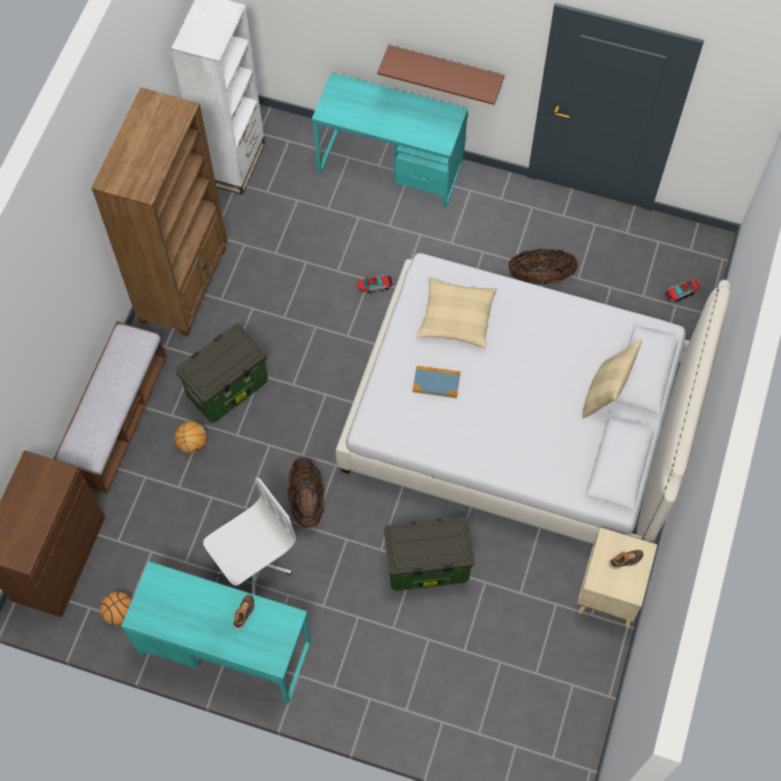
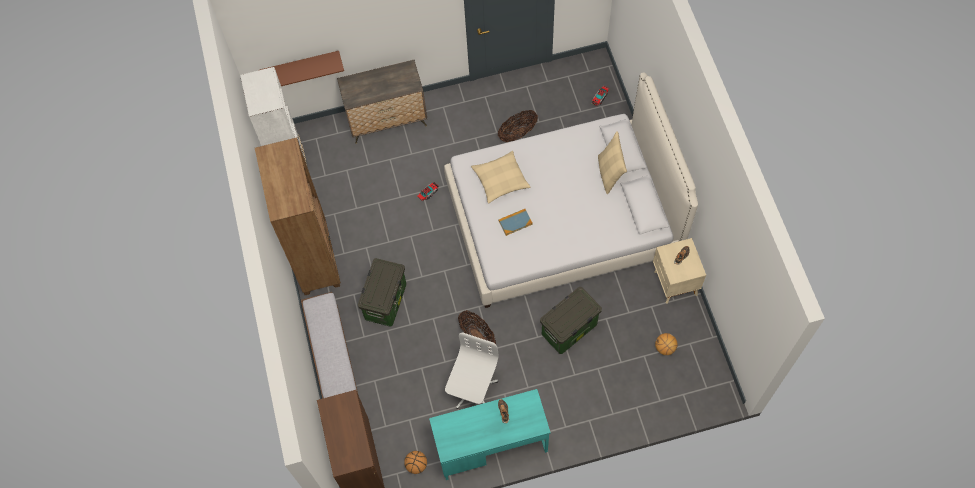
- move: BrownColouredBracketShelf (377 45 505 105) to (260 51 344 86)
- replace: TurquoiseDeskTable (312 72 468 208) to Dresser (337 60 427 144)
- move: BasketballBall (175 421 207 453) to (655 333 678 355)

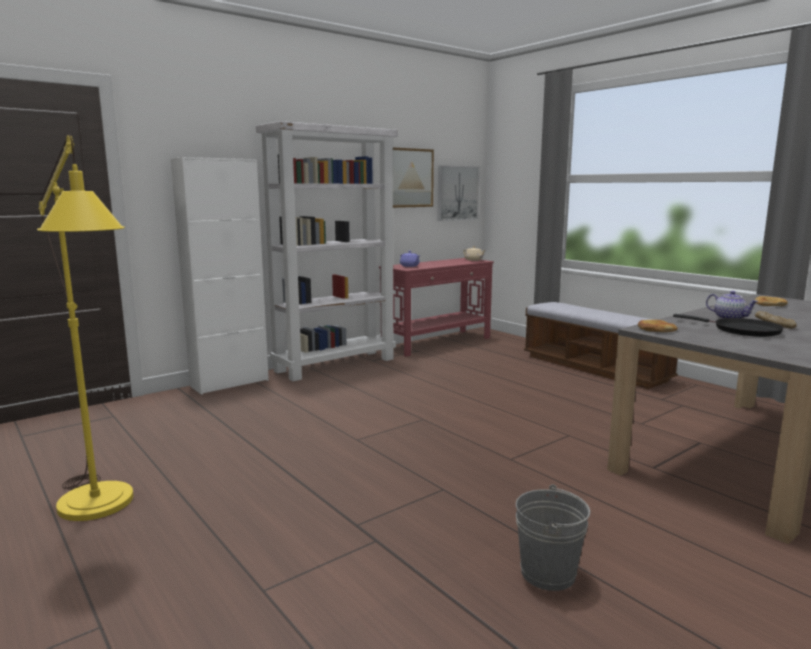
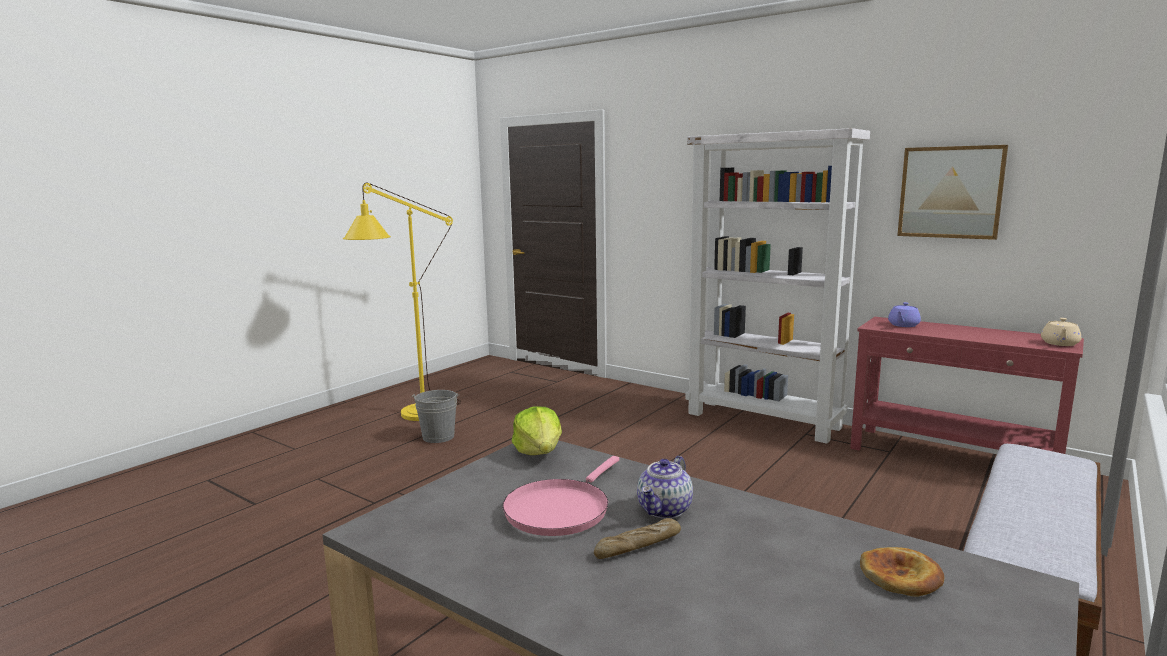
- move: GreyPail (516 485 590 591) to (411 390 459 443)
- recolor: BlackFryingPan (673 314 784 337) to PinkFryingPan (503 456 619 536)
- replace: Bread (638 320 678 332) to Lettuce (512 406 562 455)
- delete: WhitishCupboard (171 157 269 395)
- delete: WallPicture (438 165 480 221)

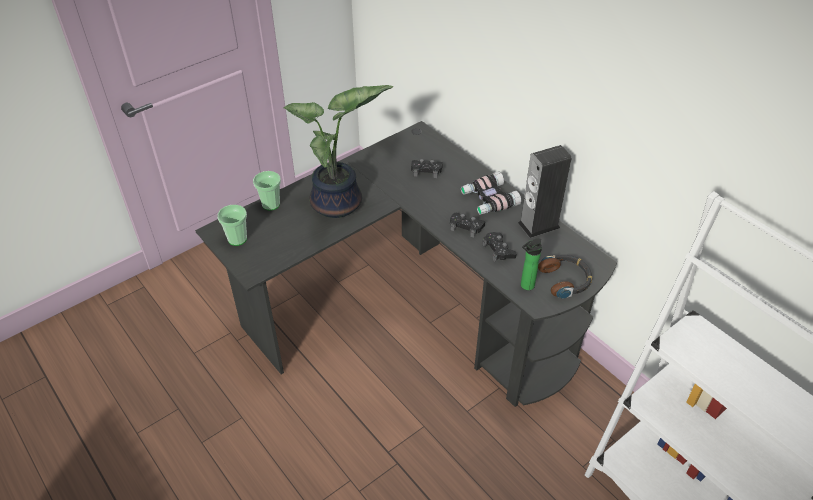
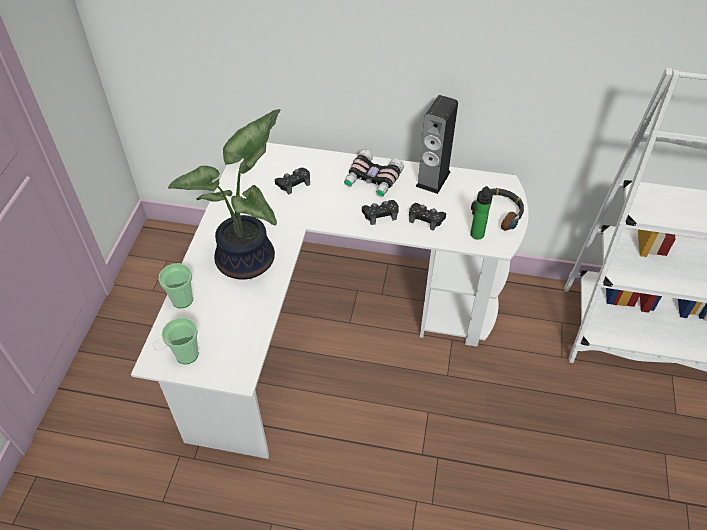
- recolor: BlackDeskTable (195 121 617 407) to WhitishDeskTable (131 142 529 459)

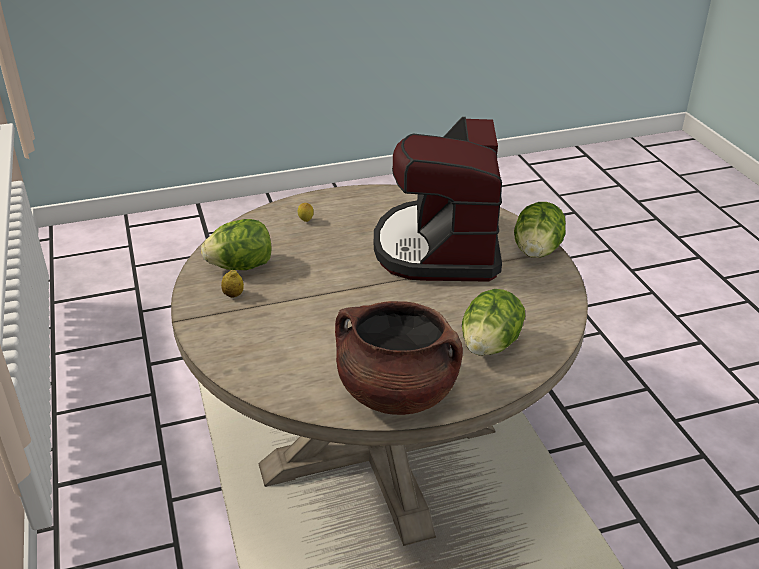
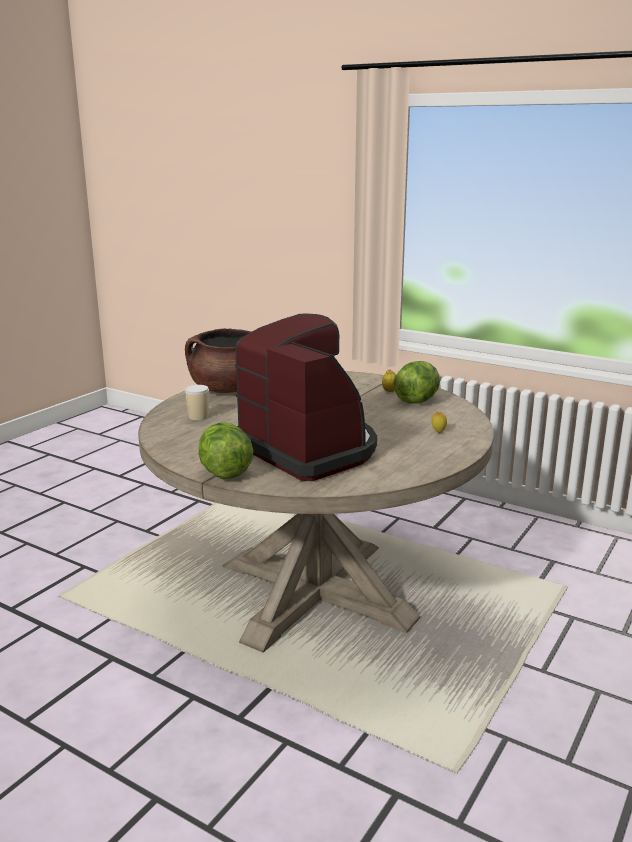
- replace: Lettuce (462 289 525 356) to DrinkingCup (185 385 209 420)

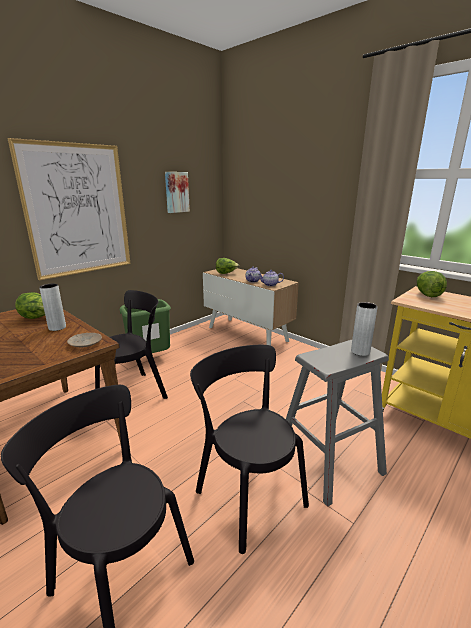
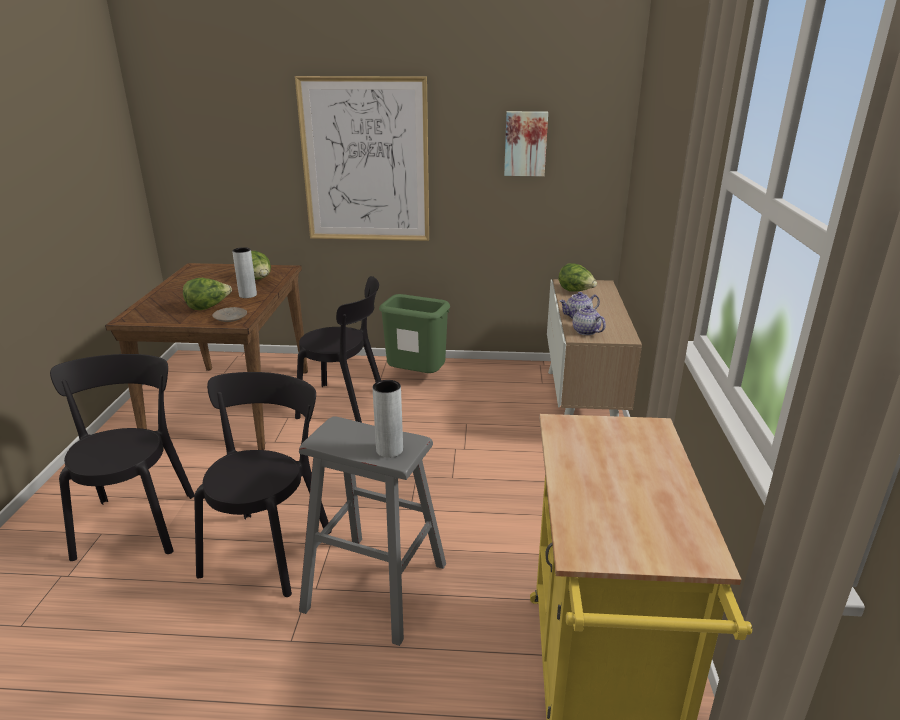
- move: Lettuce (417 271 447 297) to (183 278 232 310)

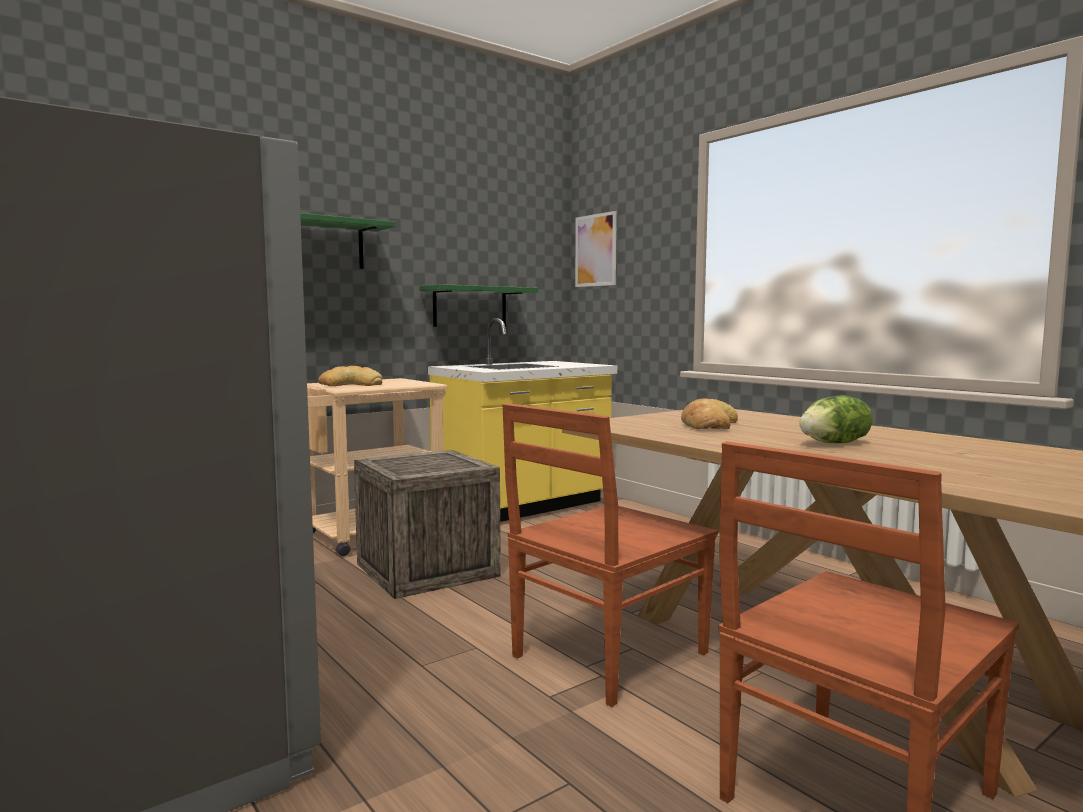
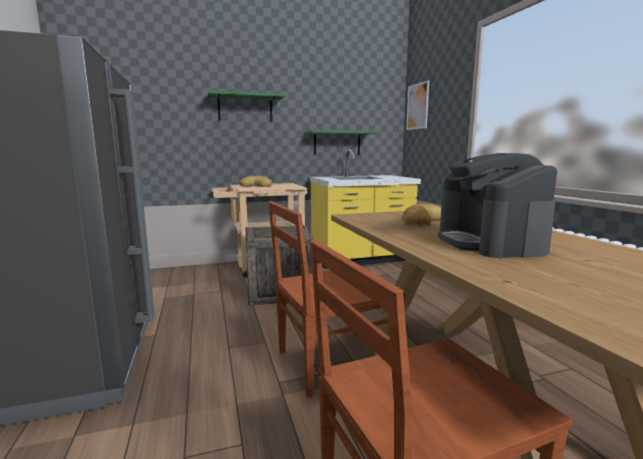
- replace: Lettuce (799 395 873 444) to CoffeeMaker (438 153 557 258)

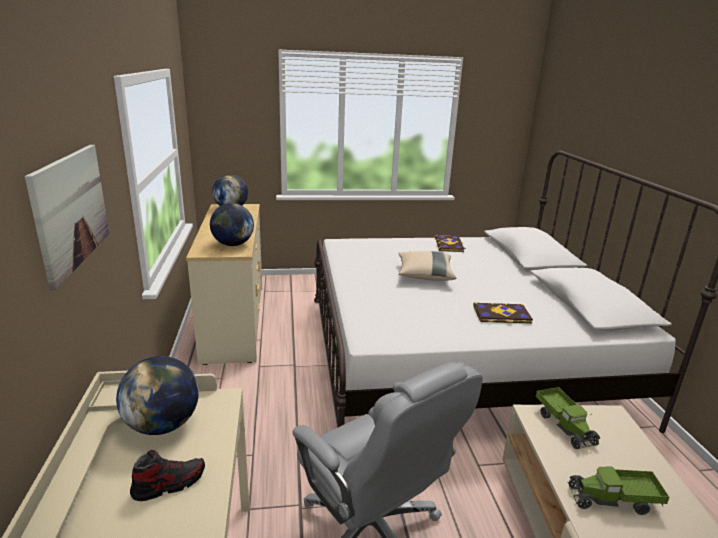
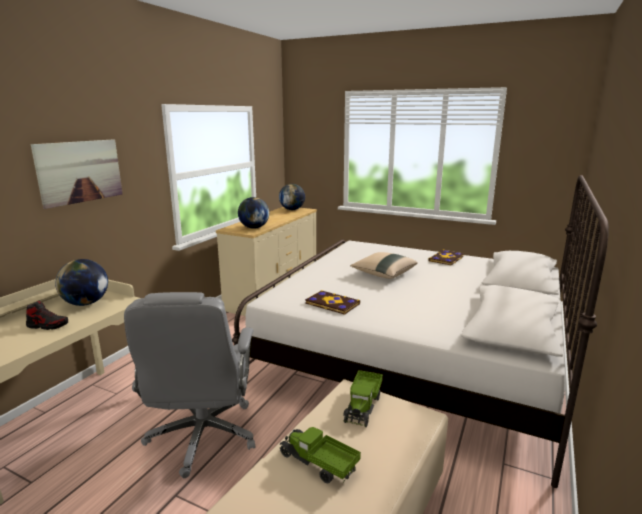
- move: BoundBook (473 302 533 324) to (305 290 360 315)

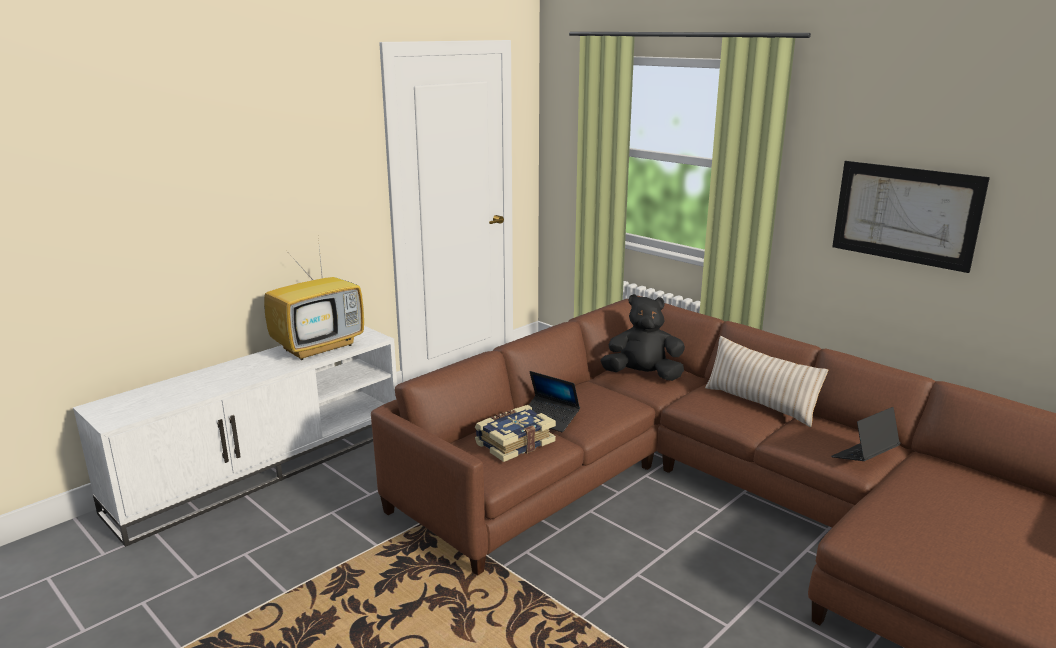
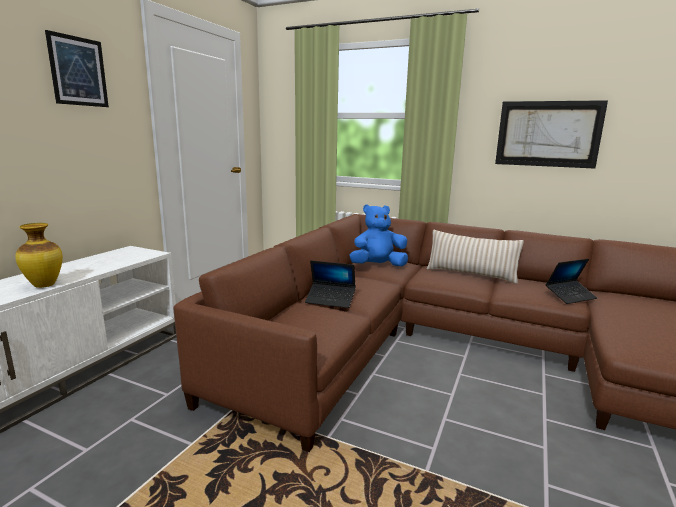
- insert: Vase (15 223 63 288)
- insert: WallPicture (45 30 109 107)
- recolor: BlackSoftToy (601 294 685 381) to BlueColouredSoftToy (349 204 408 266)
- rotate: PortableComputer (831 407 900 461) = (546 259 597 304) 150 degrees counterclockwise
- delete: Television (264 238 364 360)
- delete: BoundBook (475 405 556 462)

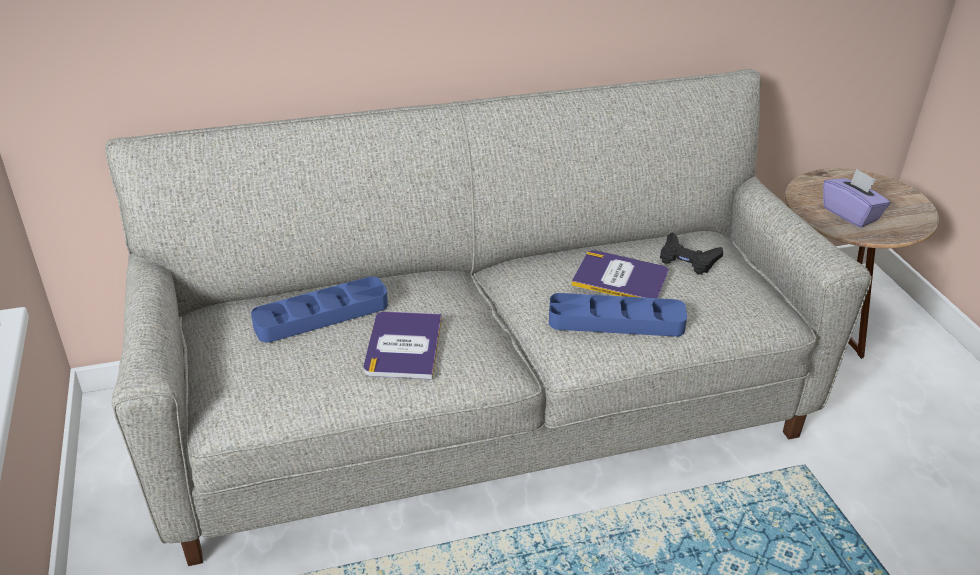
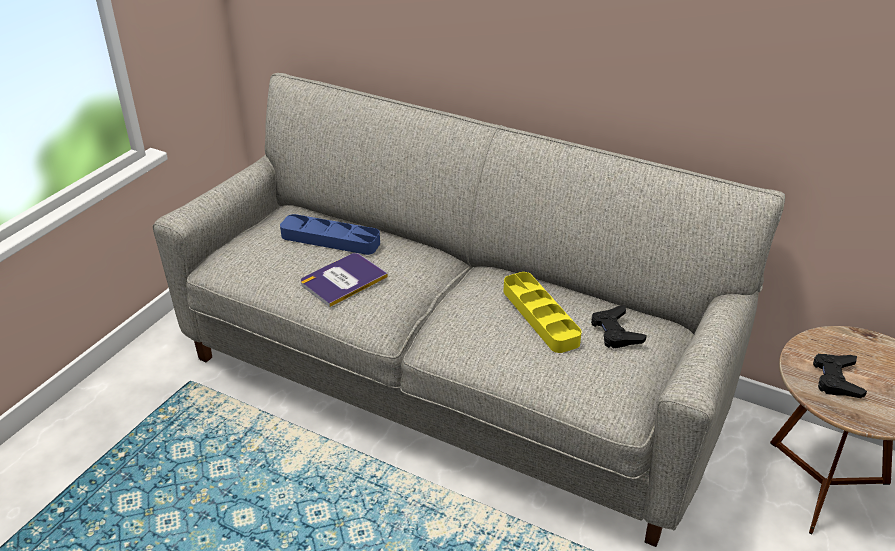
- replace: BoundBook (571 250 669 298) to YellowColouredTray (503 272 582 353)
- replace: PurpleColouredTissueHolder (823 169 890 228) to BlackGameController (813 354 867 398)
- delete: BlueColouredTray (549 293 687 337)

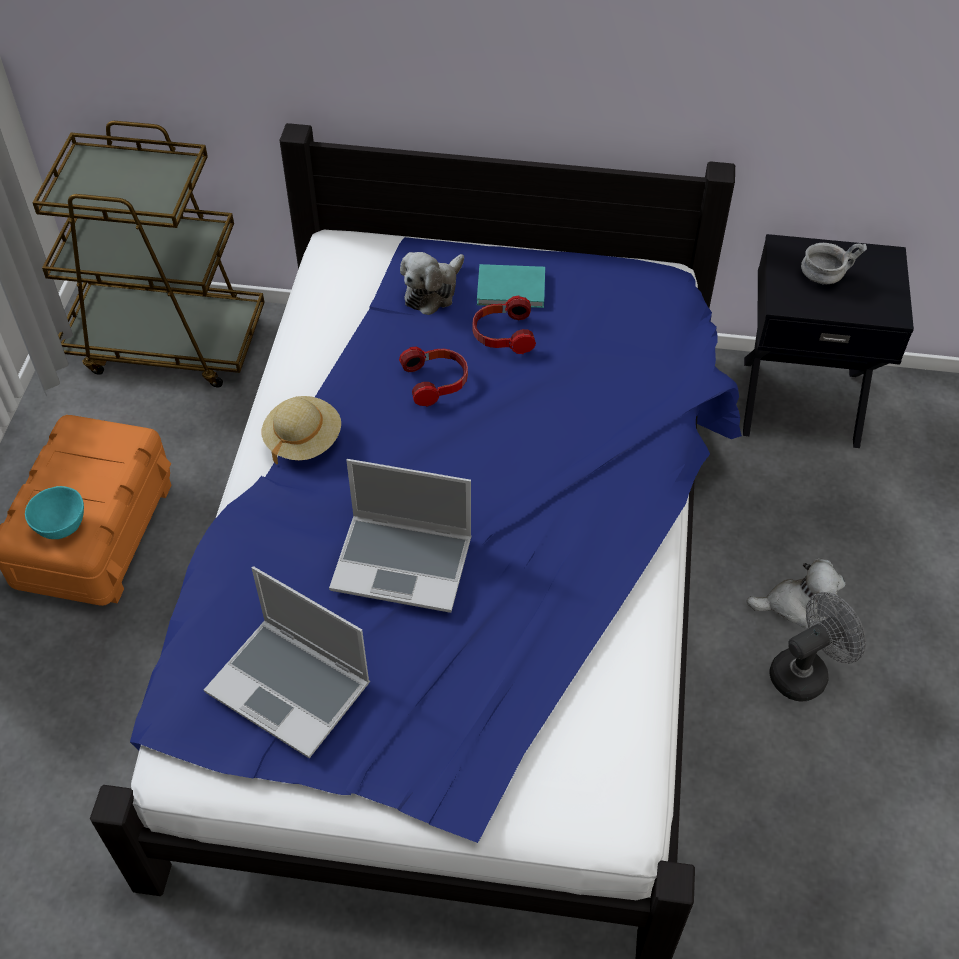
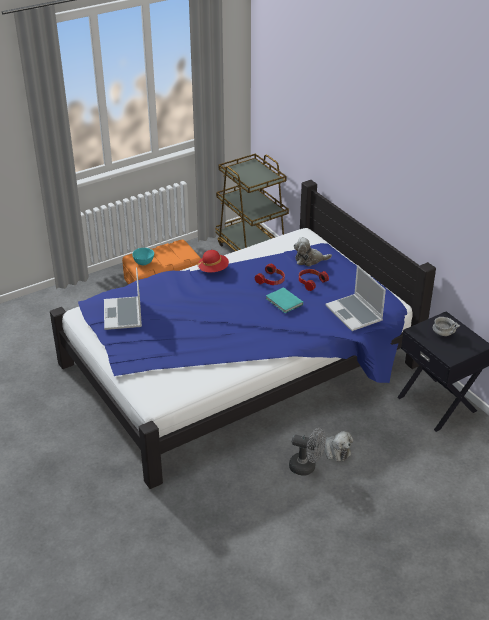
- recolor: SandColouredWearableHat (262 396 341 465) to RedWearableHat (198 250 229 272)
- move: TurquoiseBoundBook (477 264 545 308) to (266 287 303 313)
- move: PortableComputer (329 459 472 613) to (325 265 386 331)

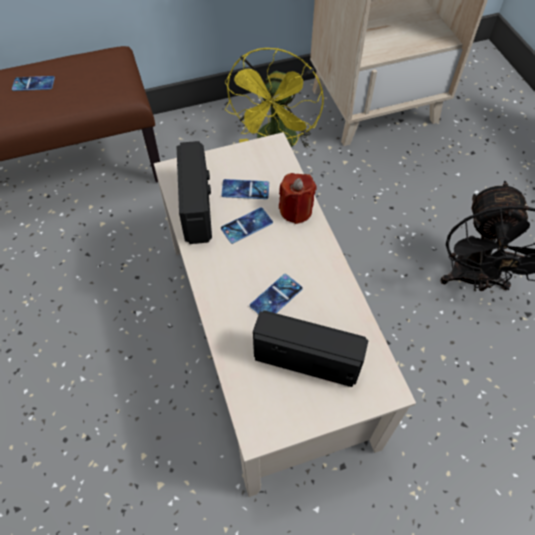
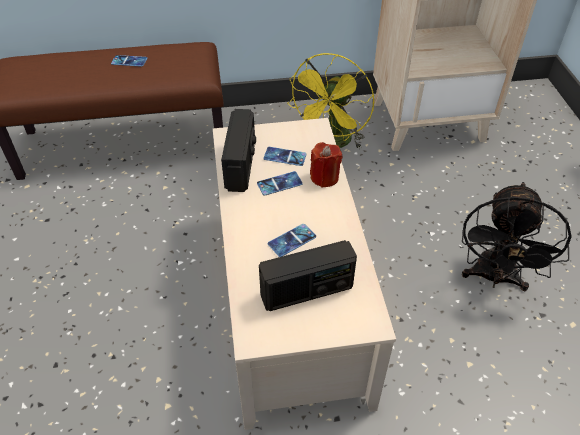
- rotate: Radio (253 310 368 387) = (259 240 357 311) 135 degrees clockwise

